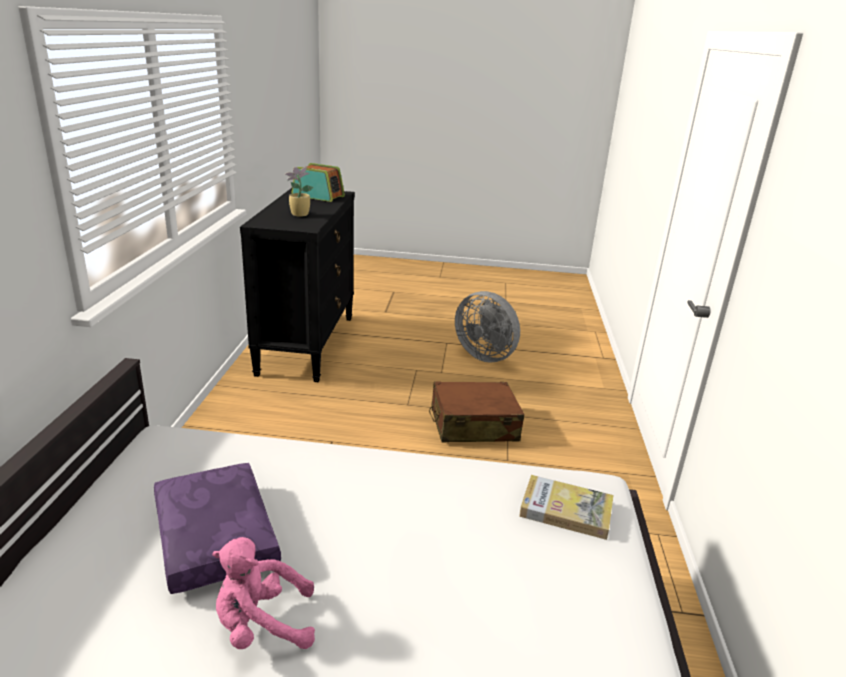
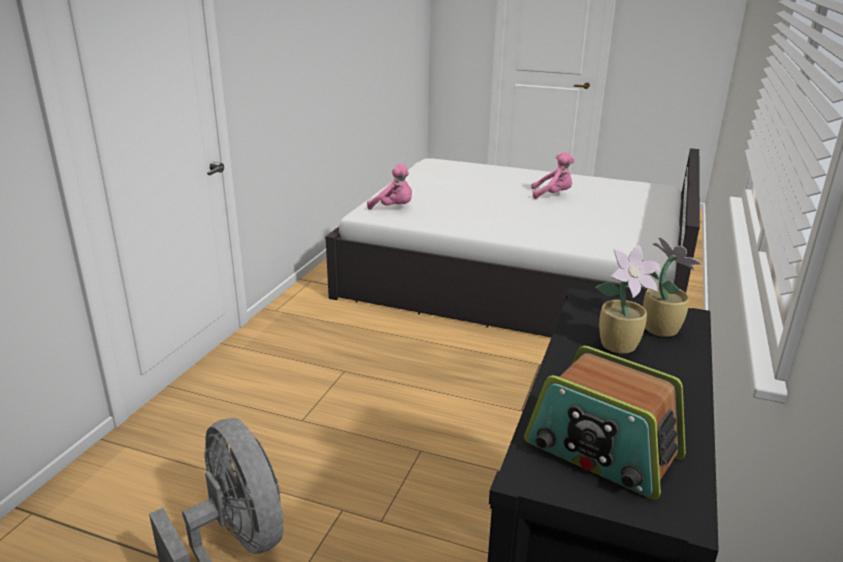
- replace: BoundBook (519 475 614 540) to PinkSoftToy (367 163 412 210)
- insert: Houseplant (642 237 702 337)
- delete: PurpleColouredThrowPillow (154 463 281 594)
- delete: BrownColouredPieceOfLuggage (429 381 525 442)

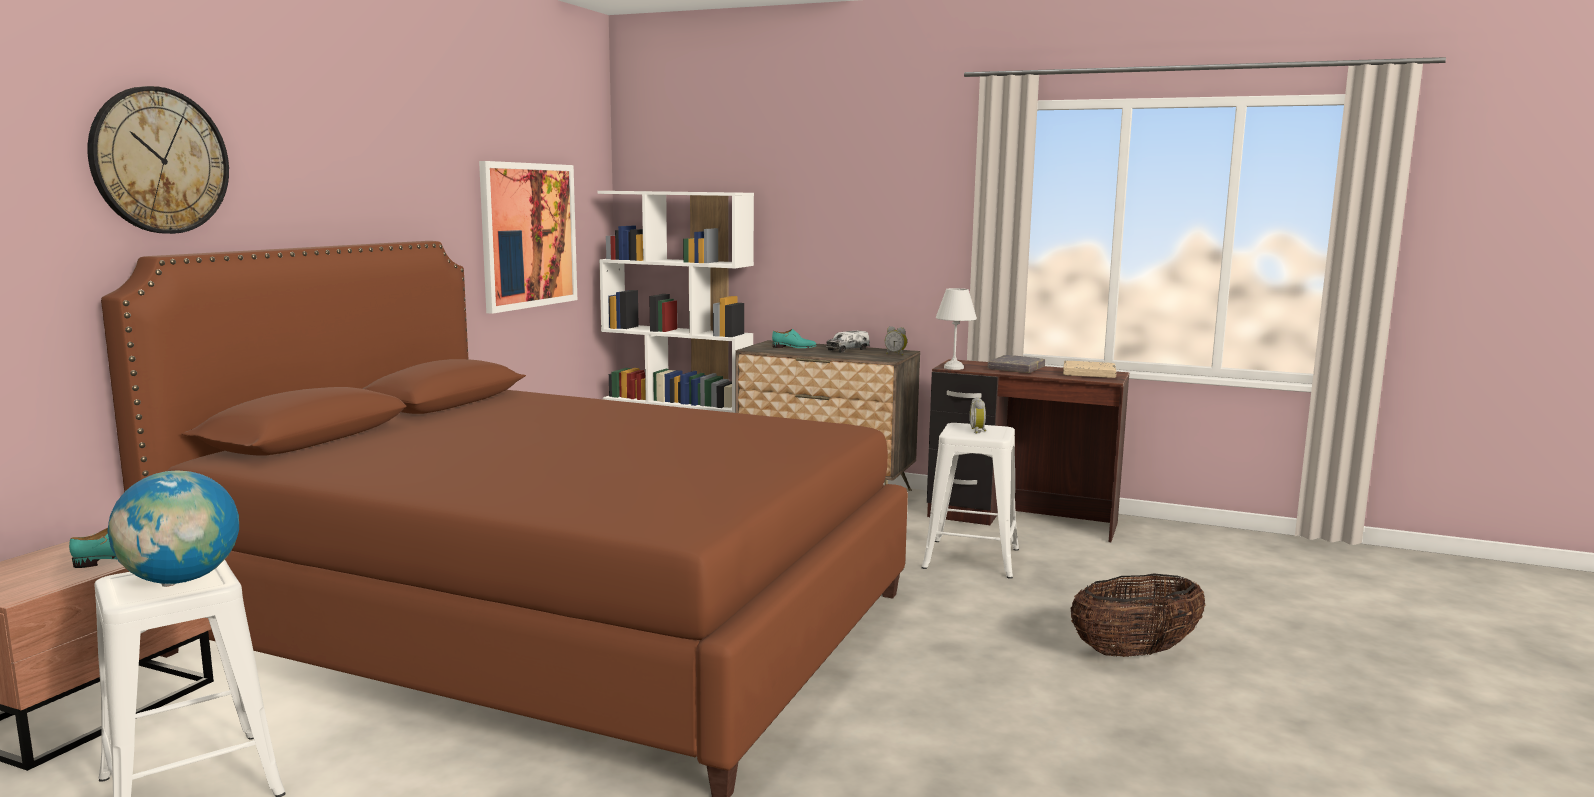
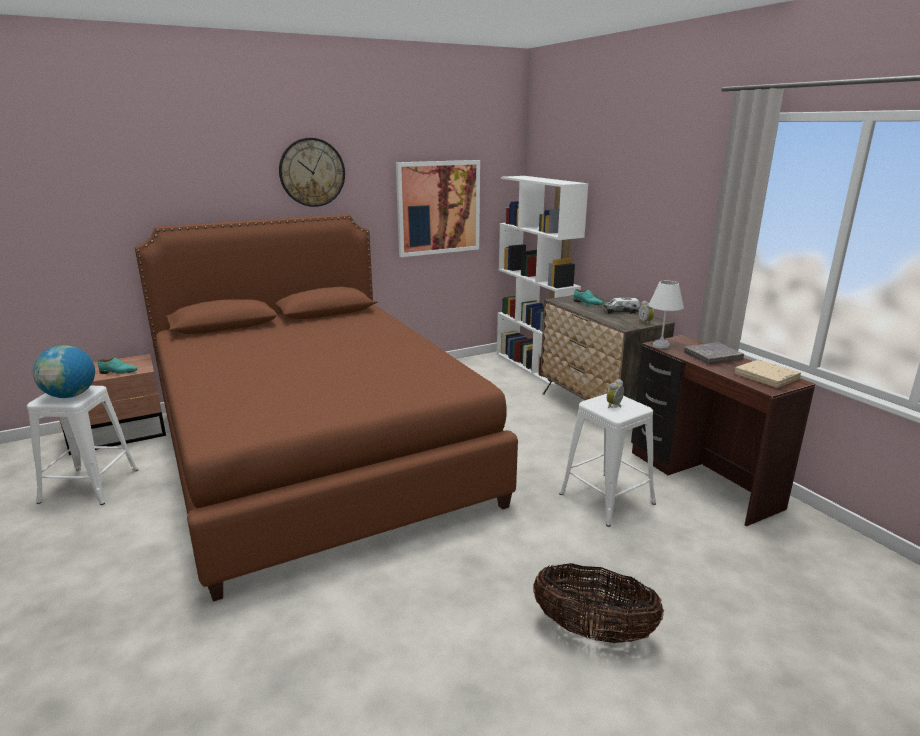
- move: WallClock (88 86 229 234) to (279 138 345 207)

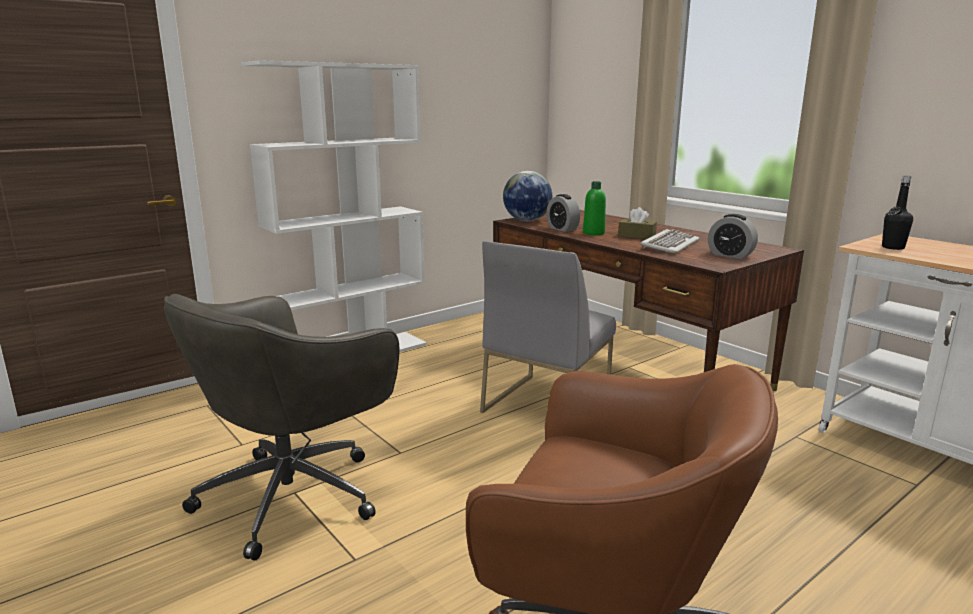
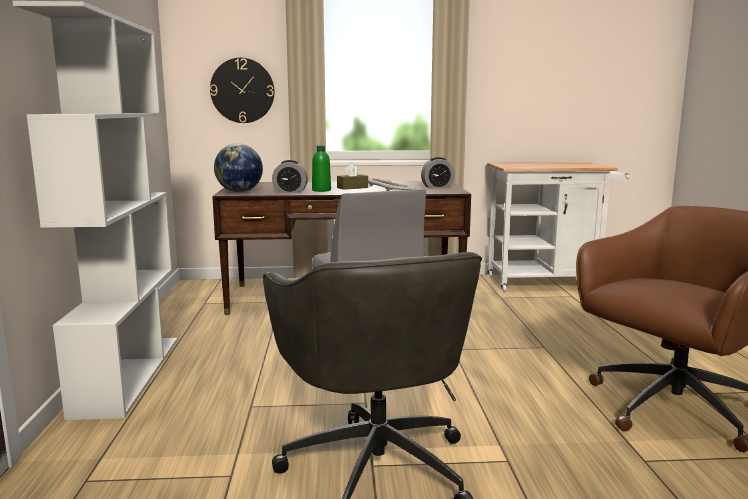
- insert: WallClock (210 58 275 123)
- delete: BlackDrinkBottle (882 176 913 250)

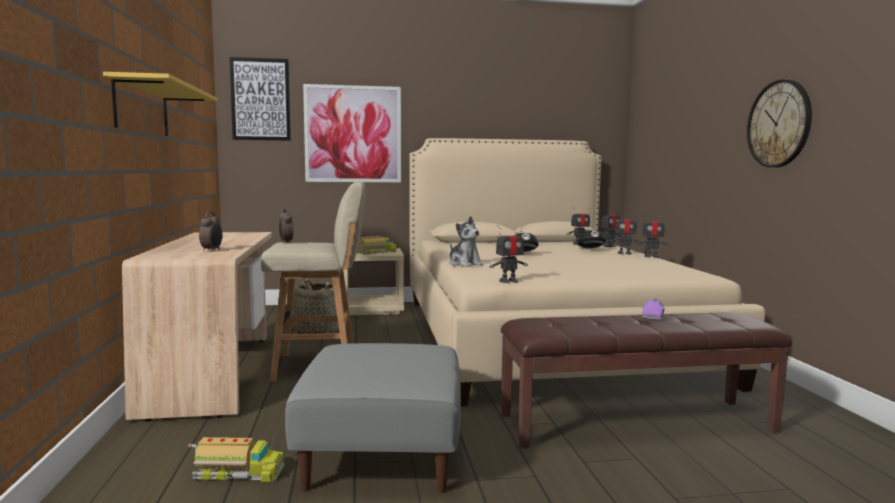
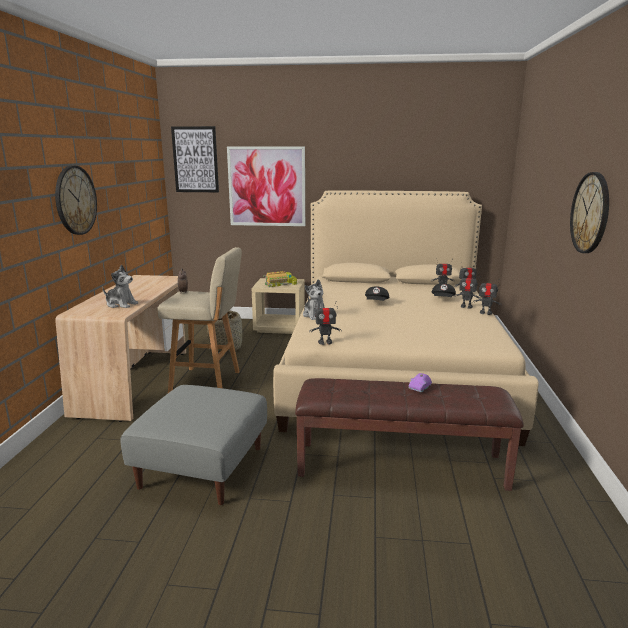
- replace: YellowColouredBracketShelf (103 72 218 136) to WallClock (55 166 97 235)
- replace: TableClock (199 212 222 251) to SoftToy (102 265 138 308)
- delete: ToyLorry (188 437 284 483)

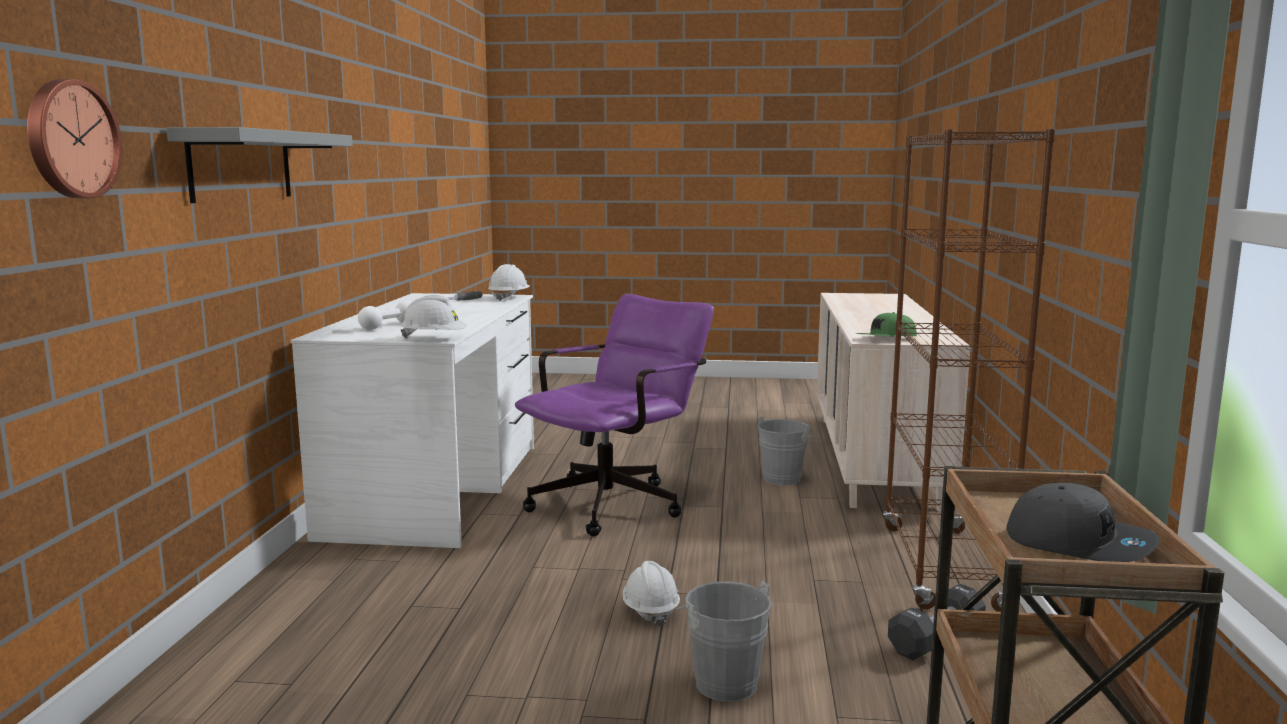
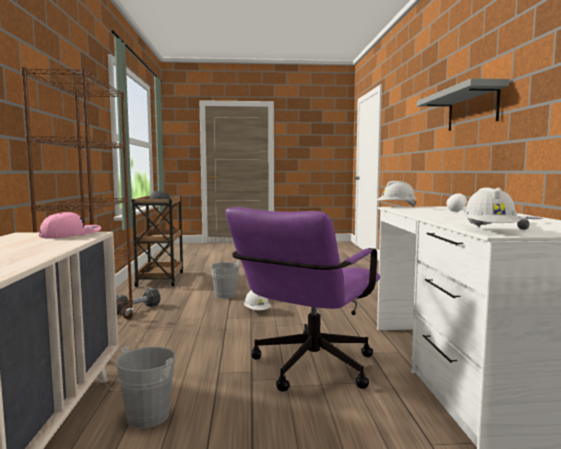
- recolor: GreenColouredBaseballCap (855 312 917 336) to PinkBaseballCap (39 212 101 239)
- delete: WallClock (27 79 122 198)

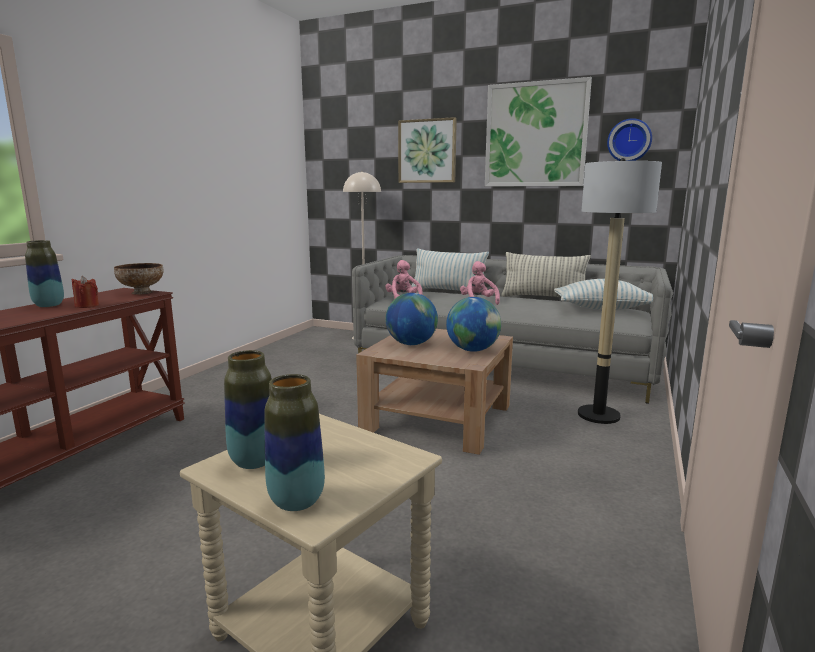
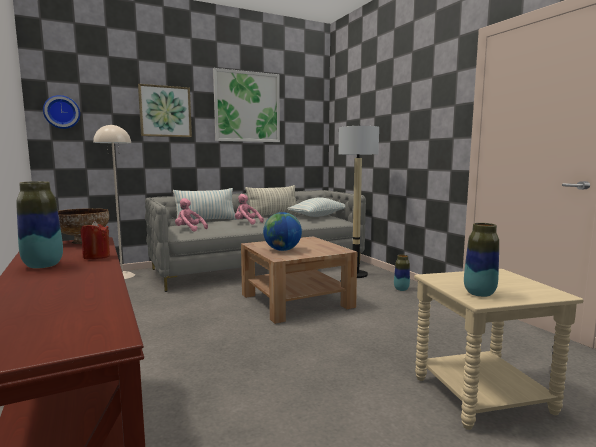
- move: WallClock (607 118 652 161) to (43 95 80 129)
- move: Vase (264 374 325 511) to (394 255 410 291)
- delete: WorldGlobe (446 297 501 352)

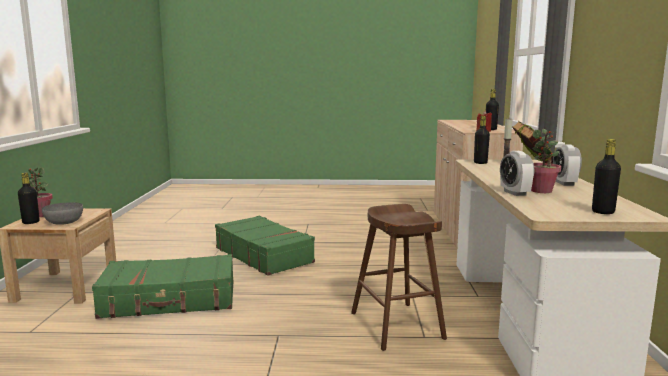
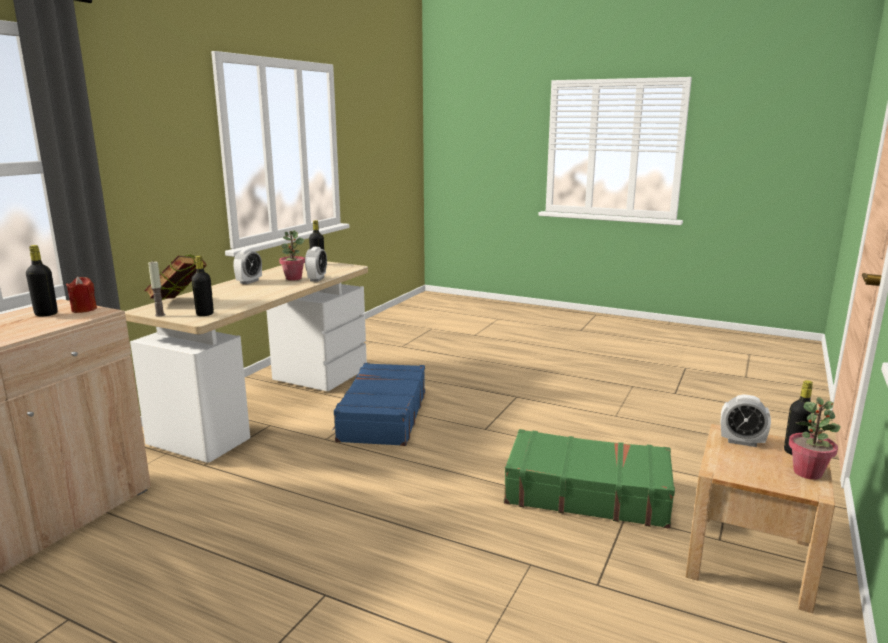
- replace: BrownColouredSittingStool (351 204 447 351) to BlueColouredPieceOfLuggage (332 363 425 446)
- replace: GreyBowl (42 202 83 225) to TableClock (721 394 771 447)
- delete: GreenColouredPieceOfLuggage (215 216 315 276)

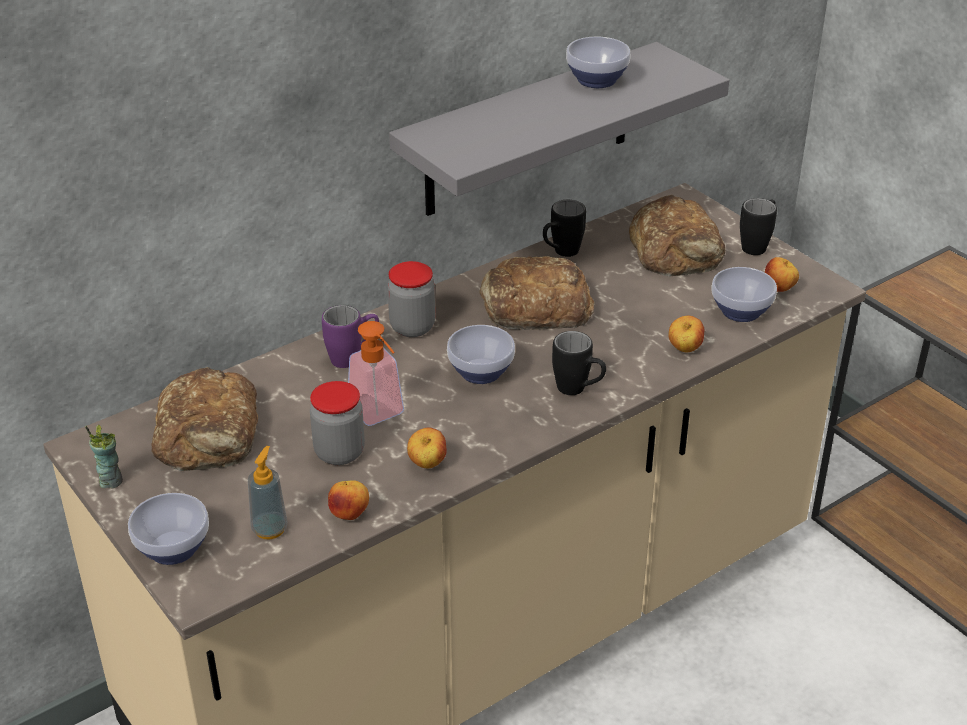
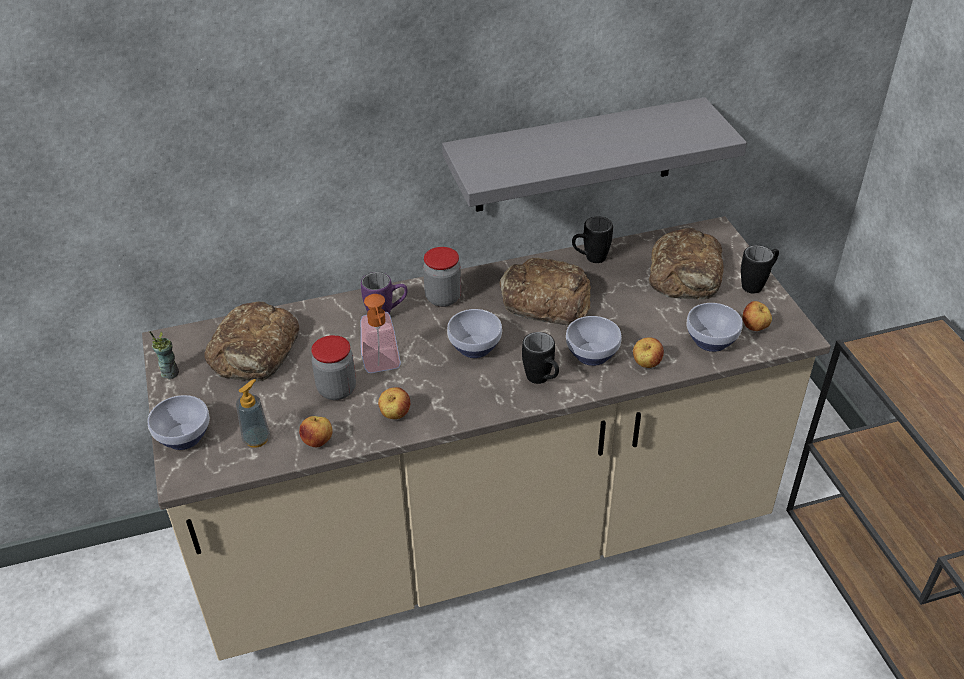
- move: Bowl (566 37 631 88) to (566 316 622 366)

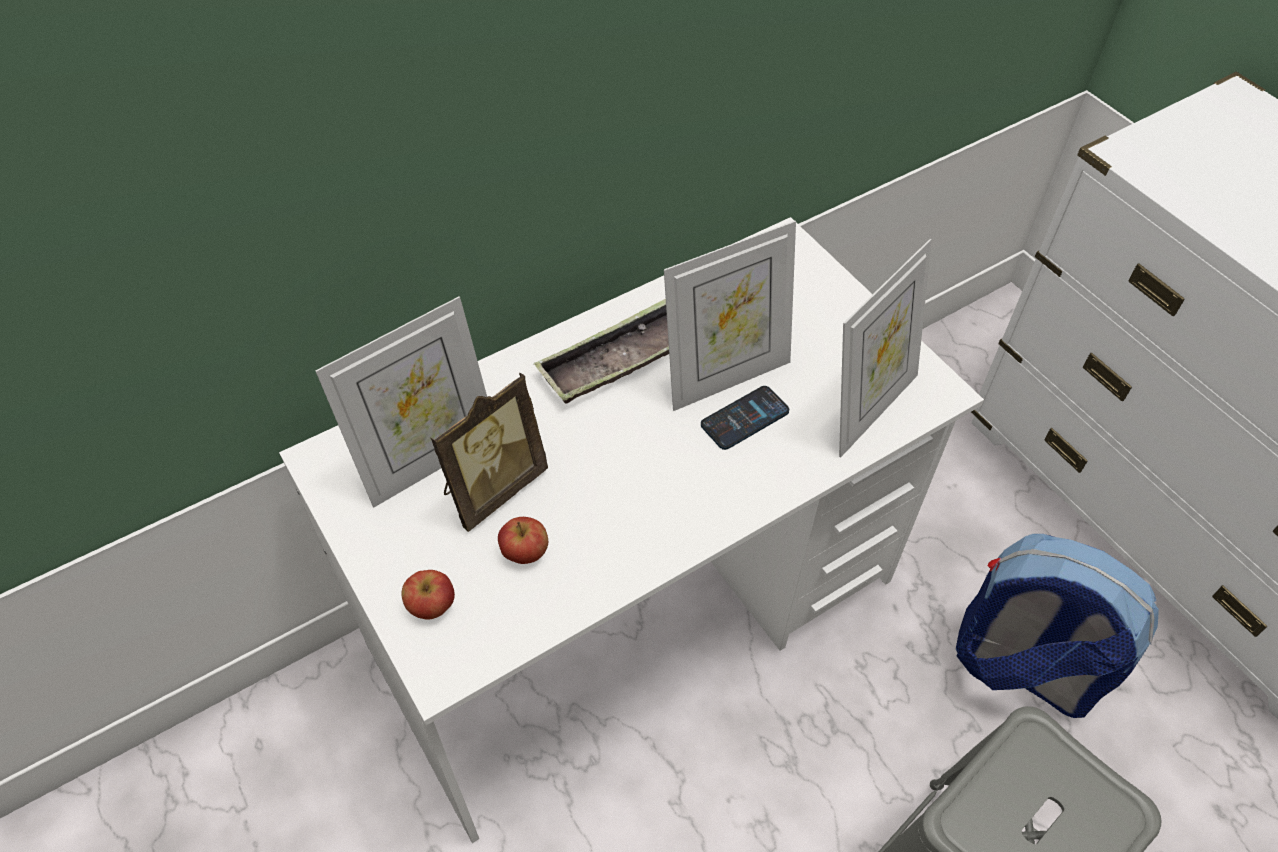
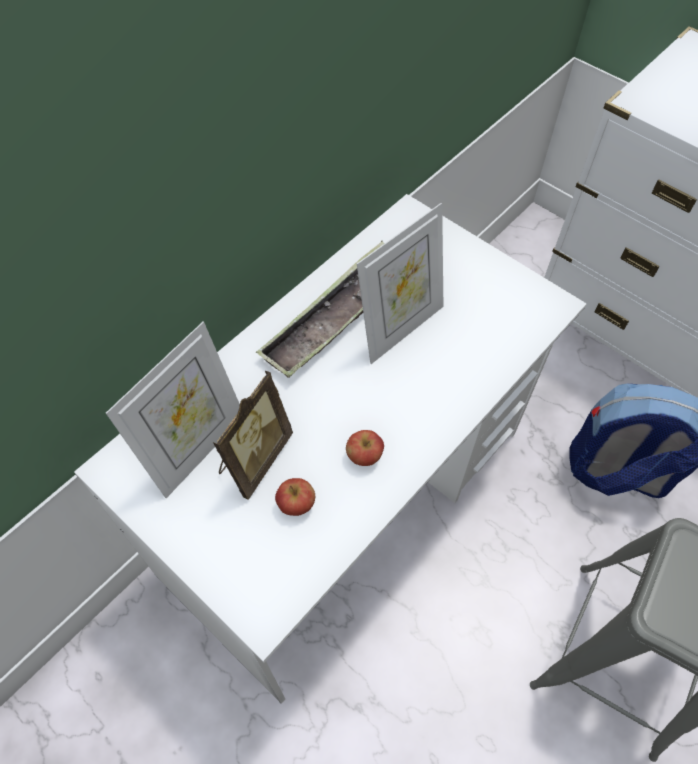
- move: Apple (401 570 455 620) to (346 430 384 466)
- delete: Phone (701 386 789 450)
- delete: PhotoFrame (839 239 932 458)

